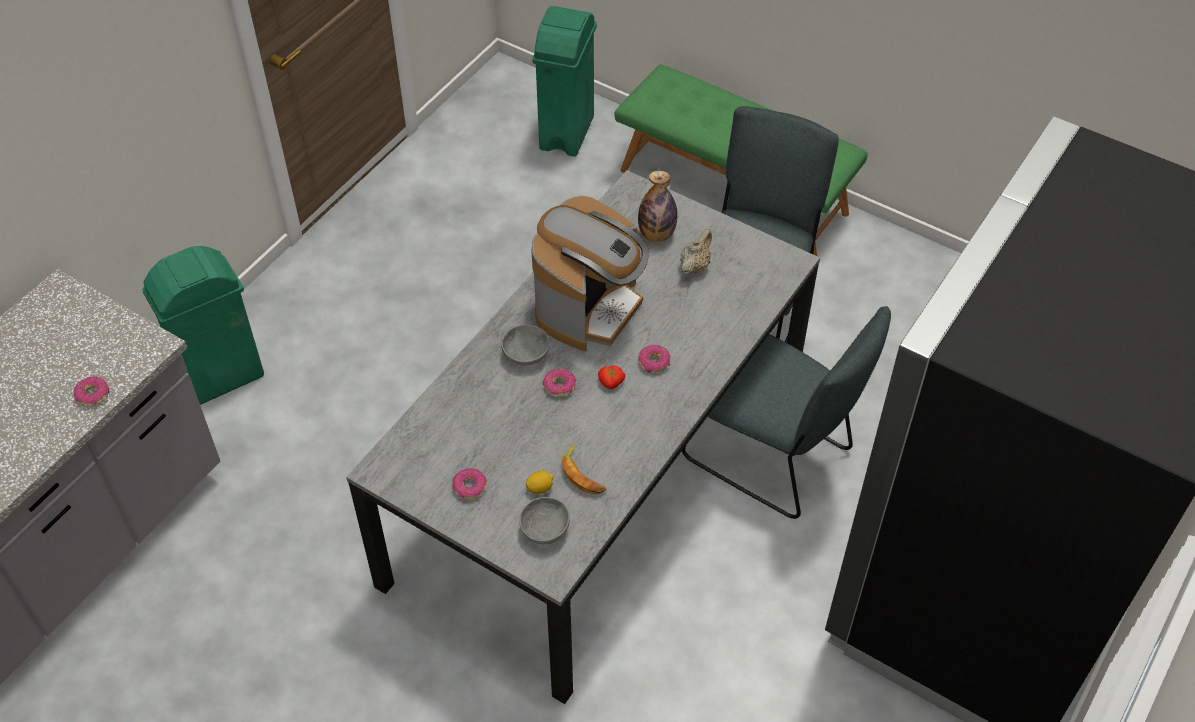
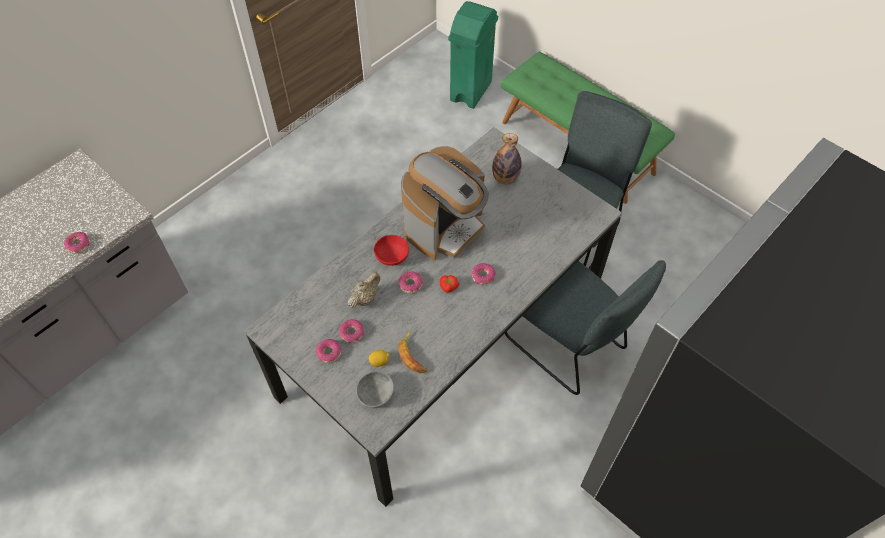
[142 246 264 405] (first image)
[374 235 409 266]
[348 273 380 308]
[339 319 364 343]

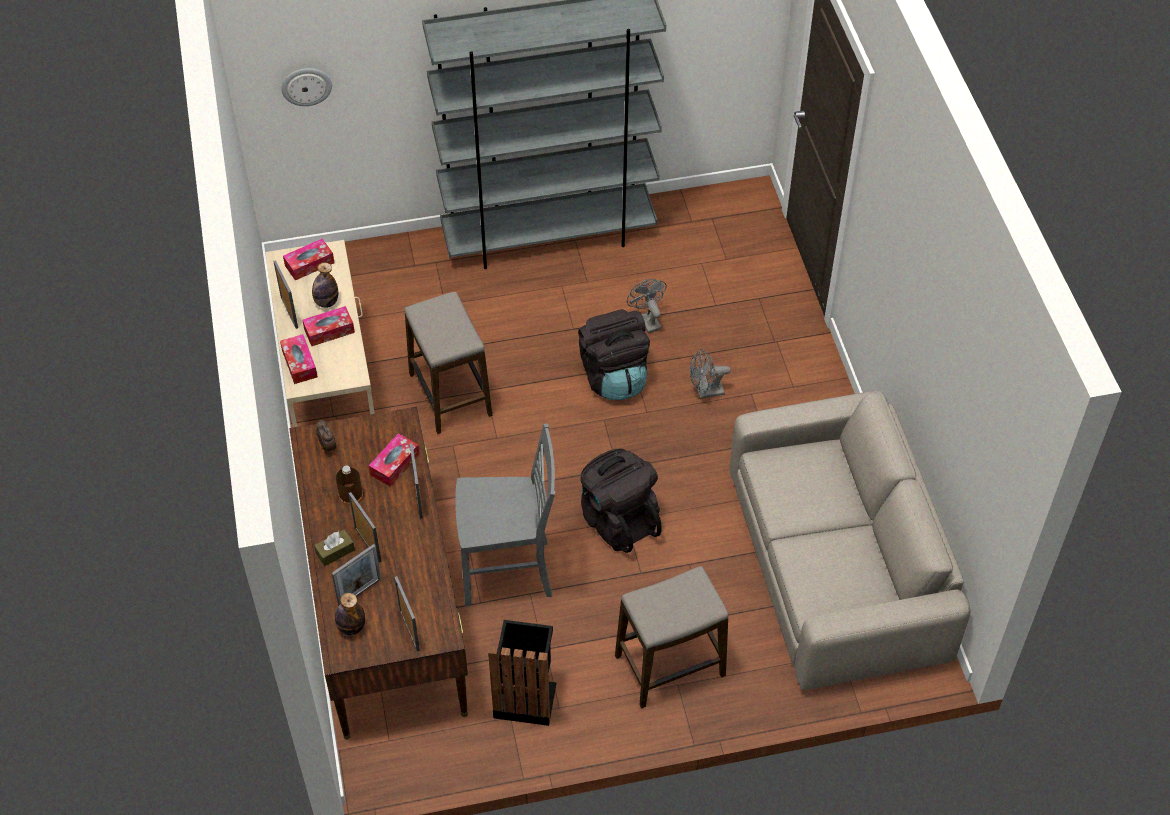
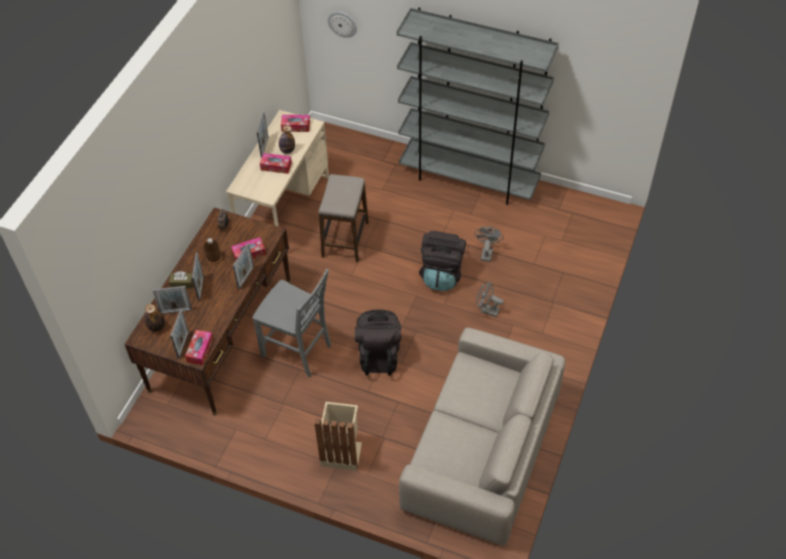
[185 330 213 365]
[488 620 557 726] (first image)
[314 402 362 471]

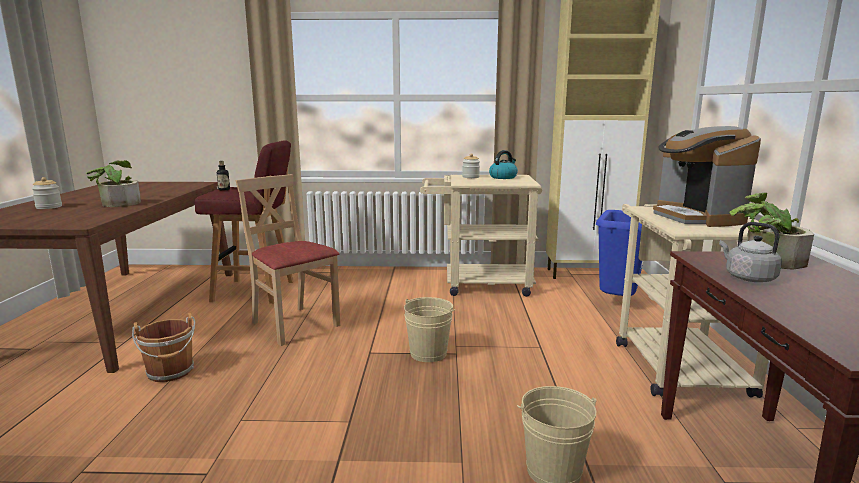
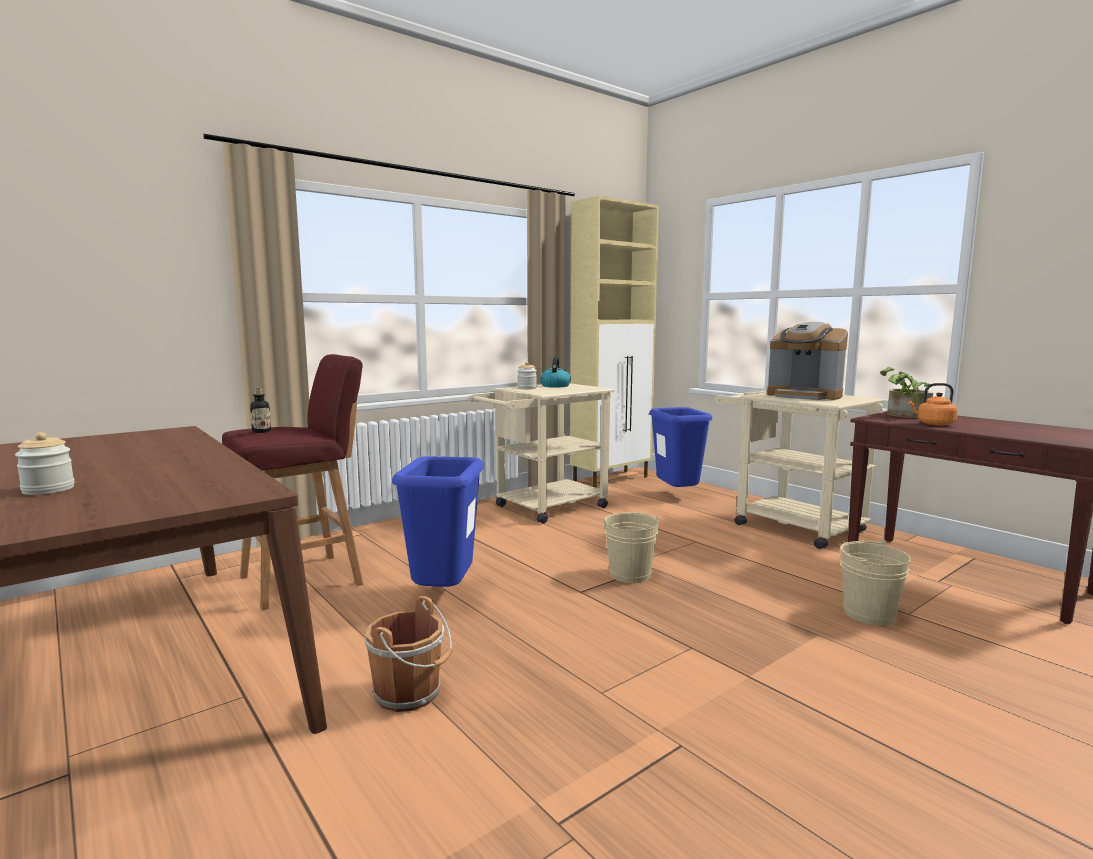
[86 160 141 207] (first image)
[392 456 484 587]
[908 383 958 426]

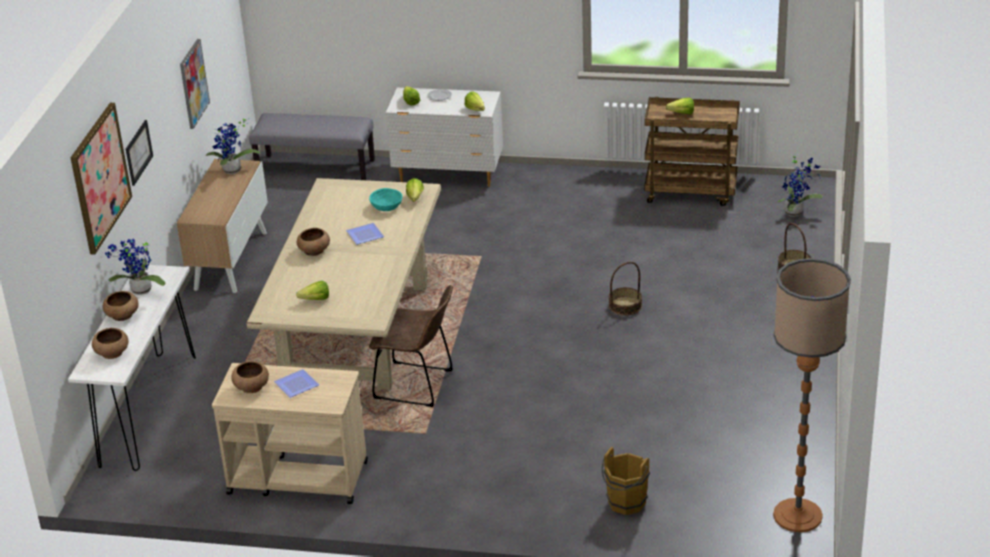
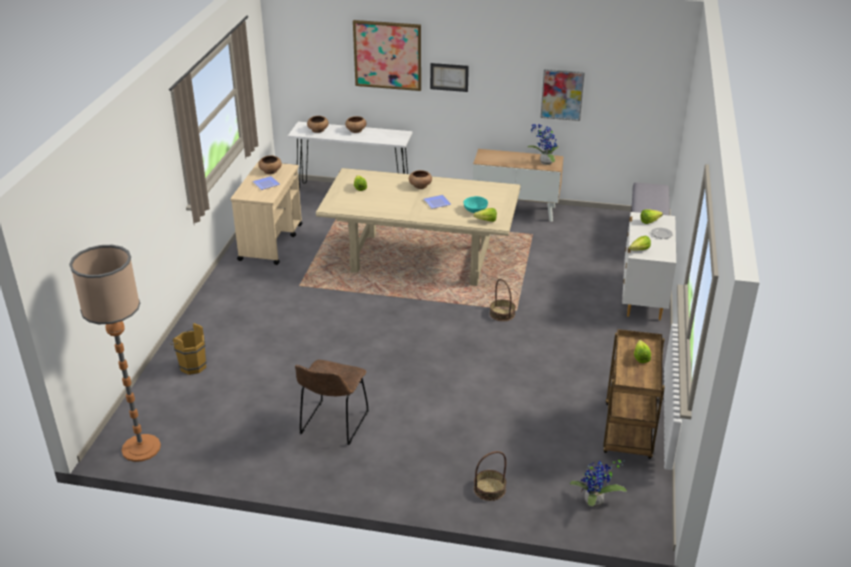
[105 239 165 295] (first image)
[295 360 369 445]
[490 279 516 321]

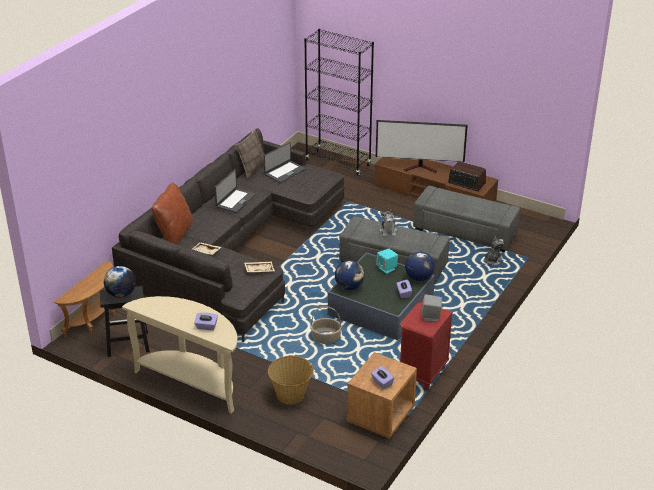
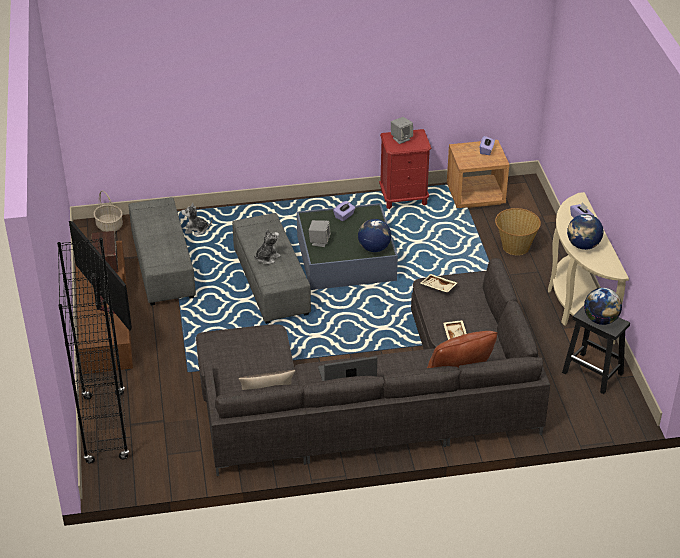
[54 261 115 338] (first image)
[264 142 306 183] (first image)
[93 191 123 232]
[309 220 331 247]
[567 214 603 250]

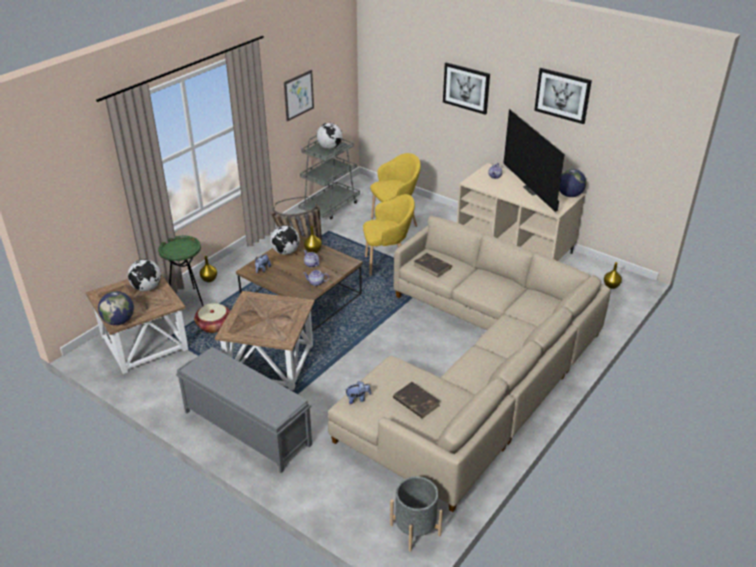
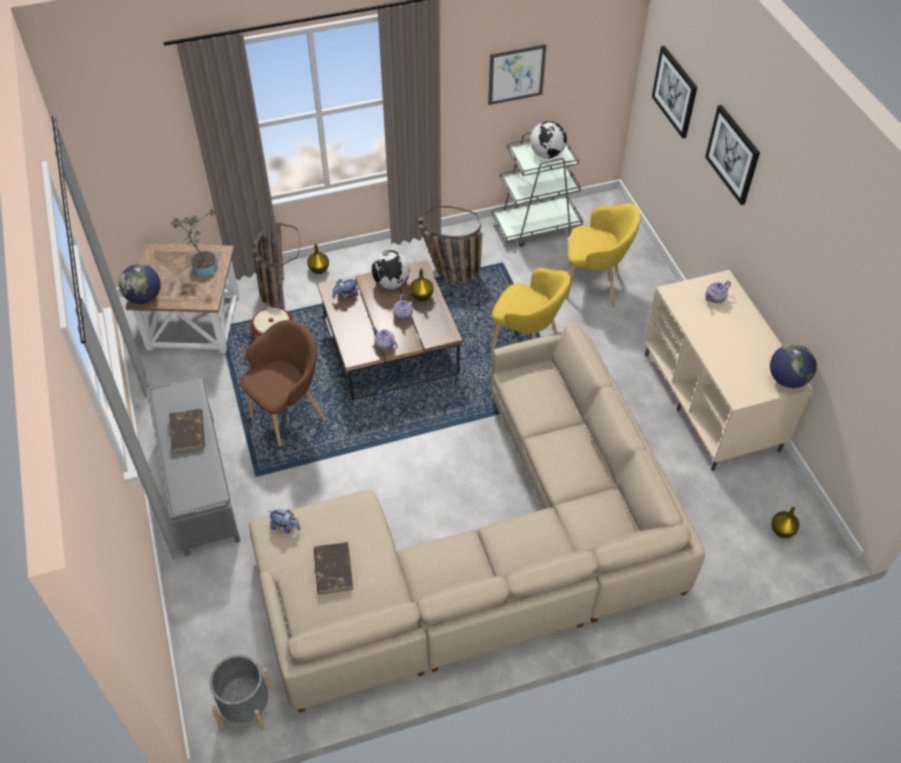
[171 208 218 277]
[253 223 300 309]
[240 320 326 447]
[169 409 205 454]
[503 109 565 212] (first image)
[652 46 697 139]

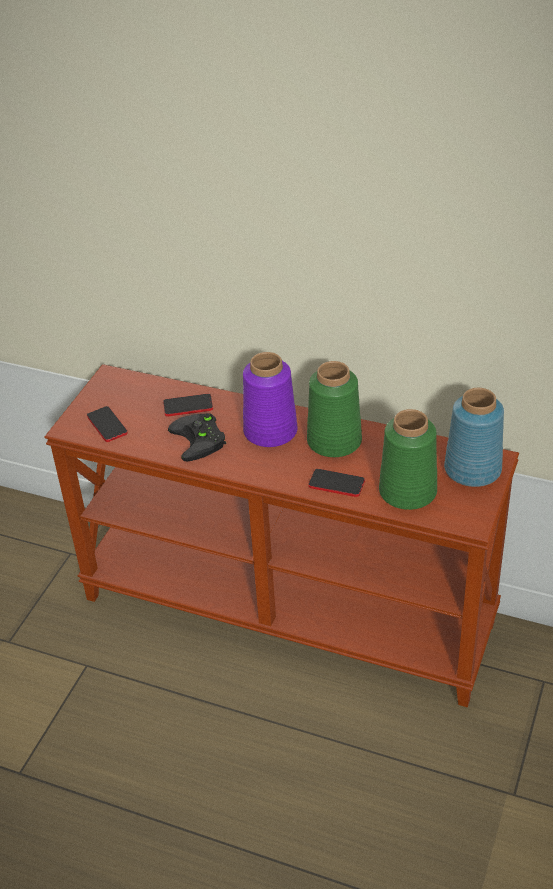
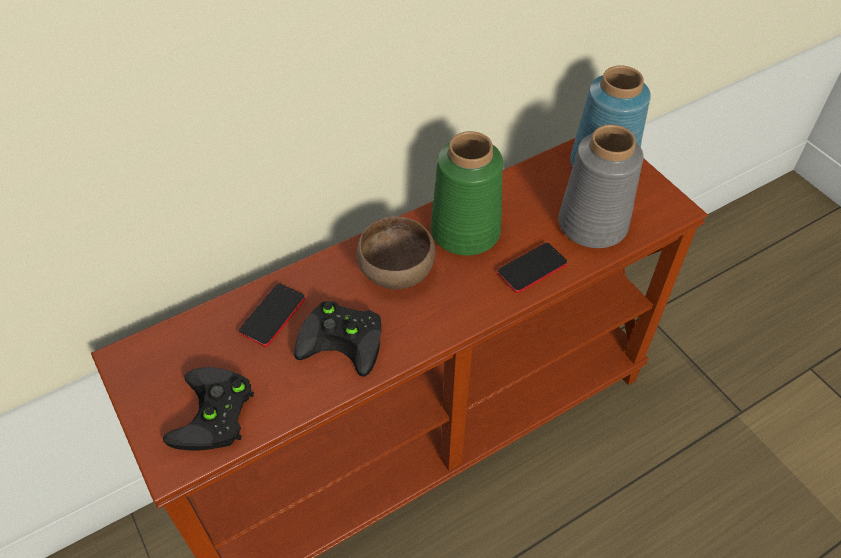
[163 367 254 451]
[357 216 435 289]
[559 124 643 248]

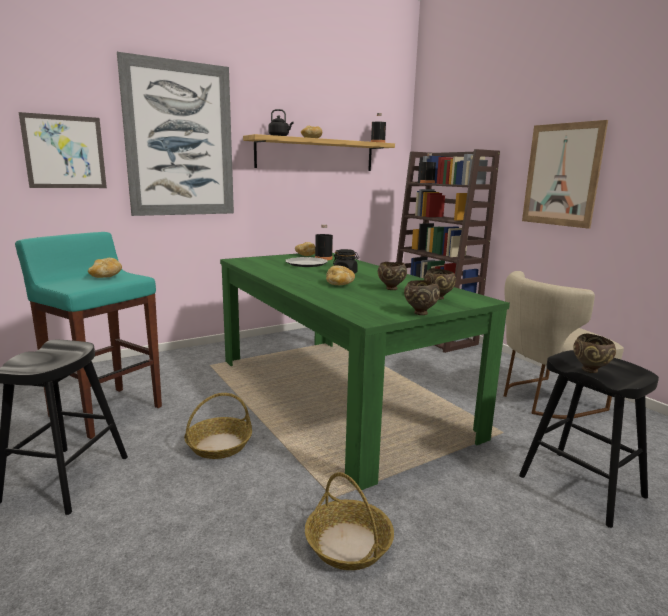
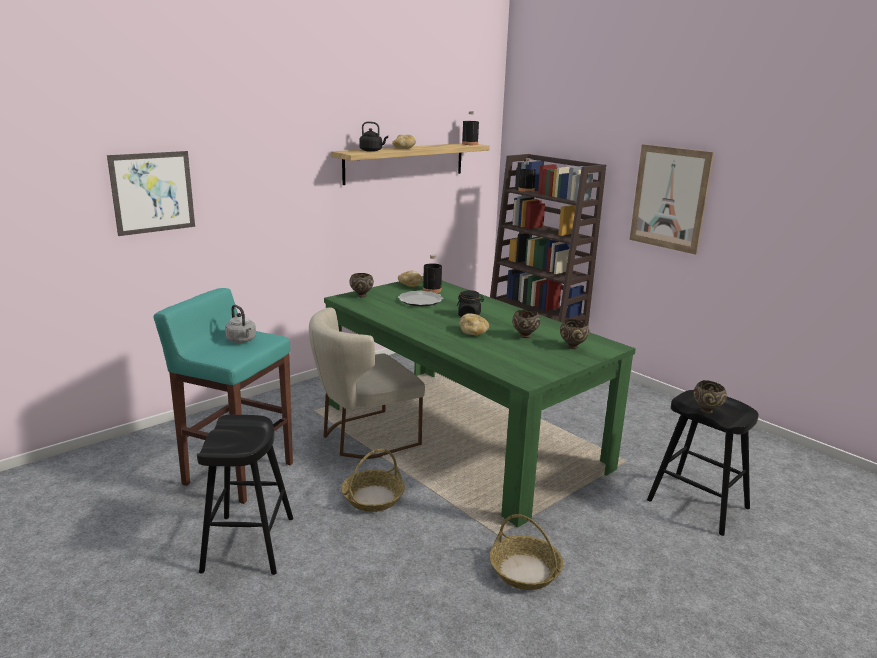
[225 305 256 343]
[117 52 234 216] (first image)
[349 273 374 297]
[309 307 425 459]

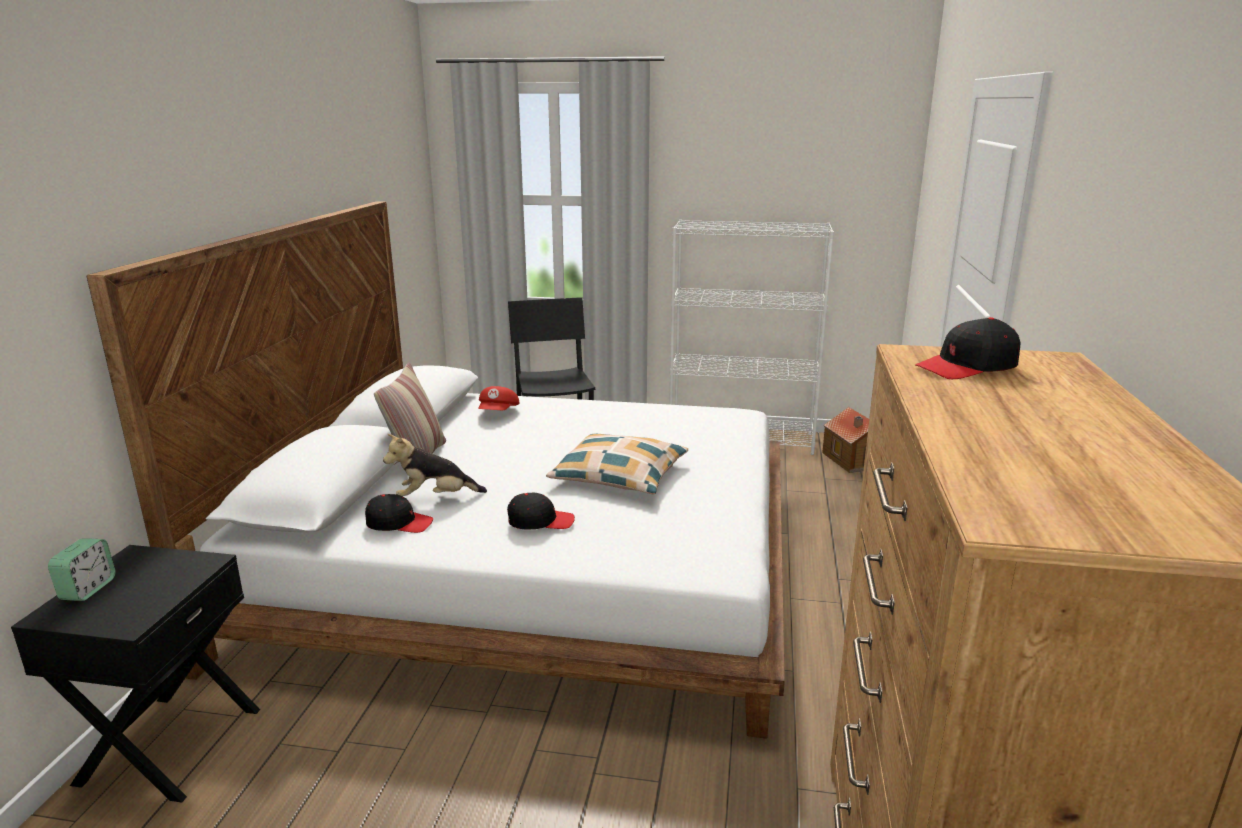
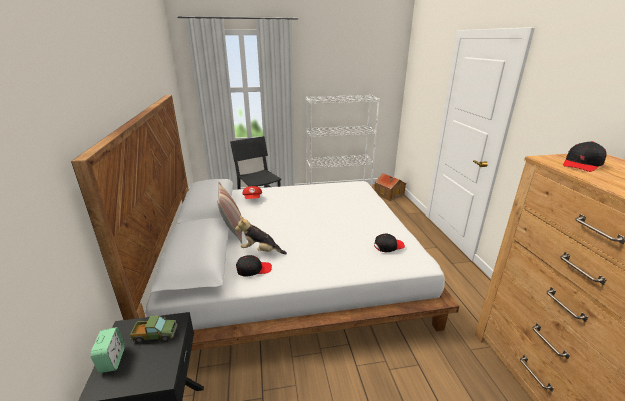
[235 216 287 254]
[374 234 405 252]
[546 434 688 495] (first image)
[130 316 178 343]

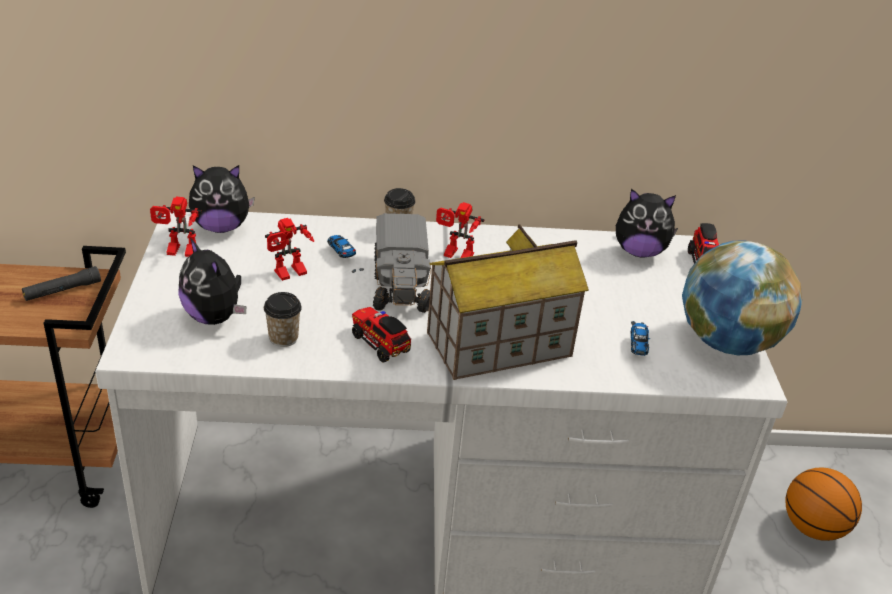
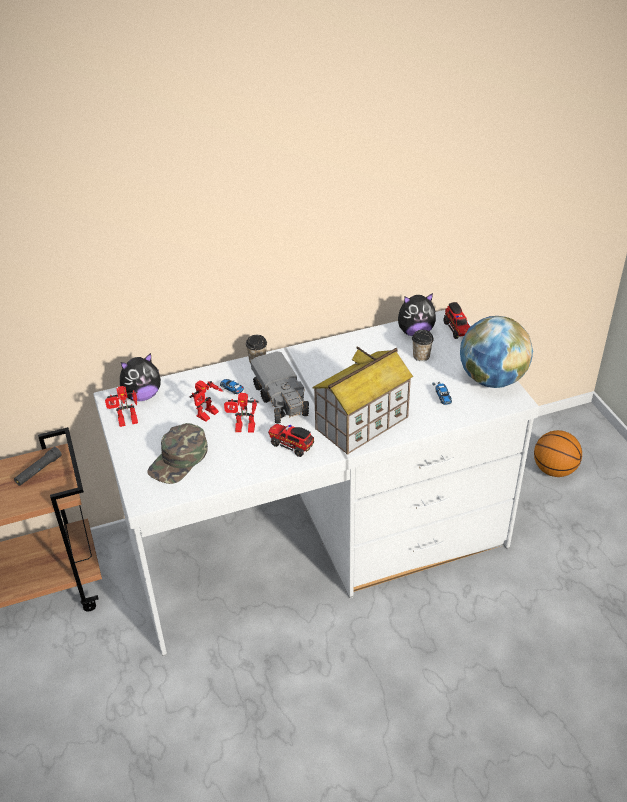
[148 423 208 484]
[412 330 434 362]
[224 393 259 433]

